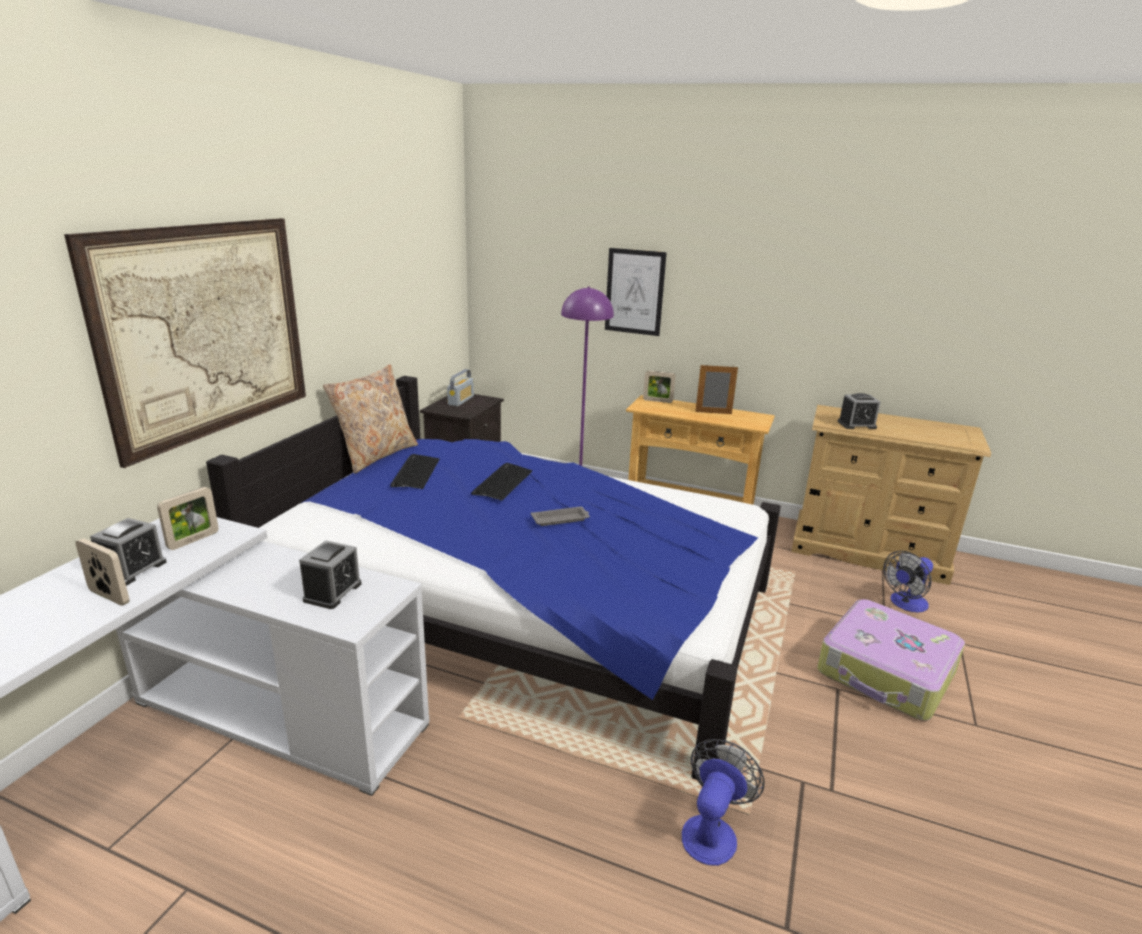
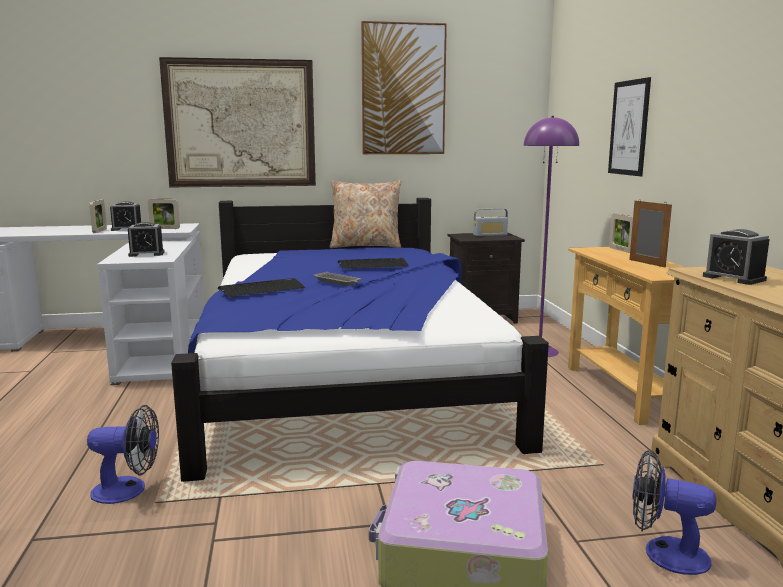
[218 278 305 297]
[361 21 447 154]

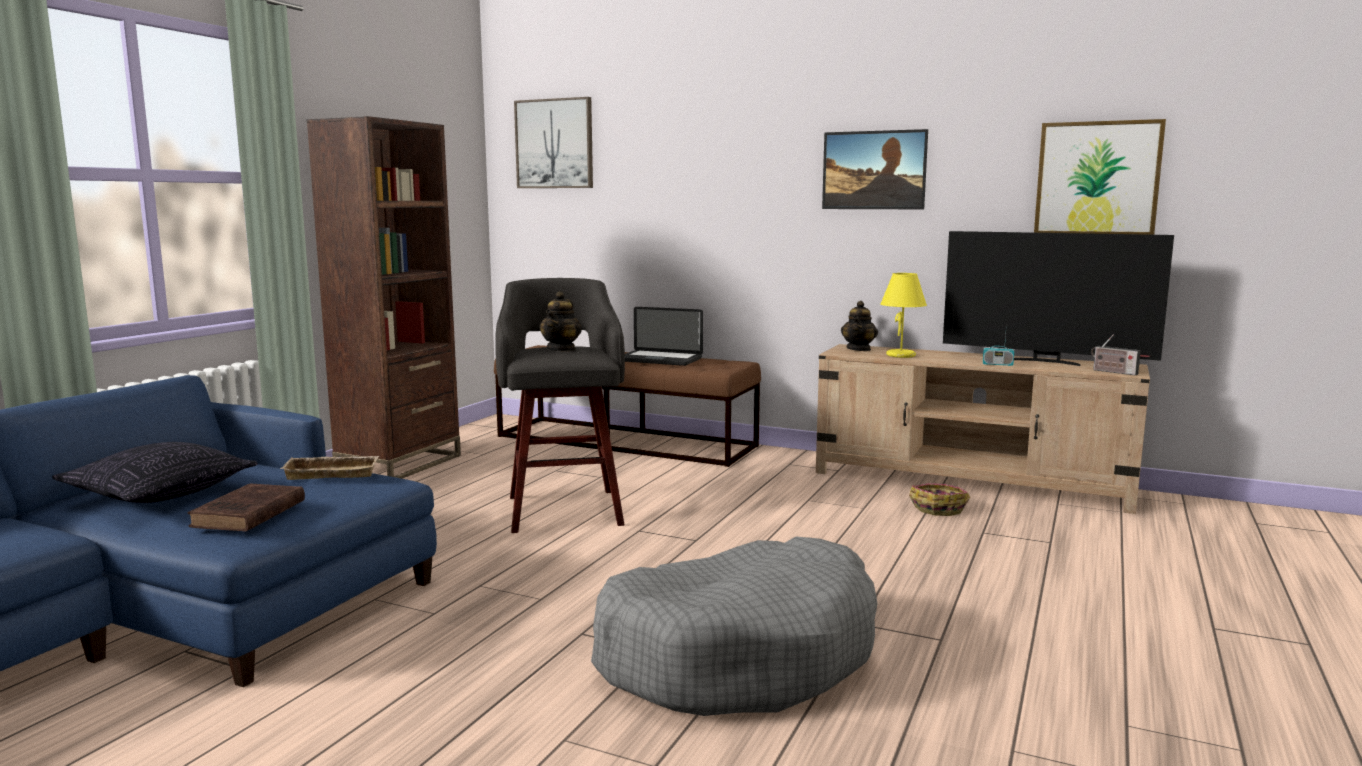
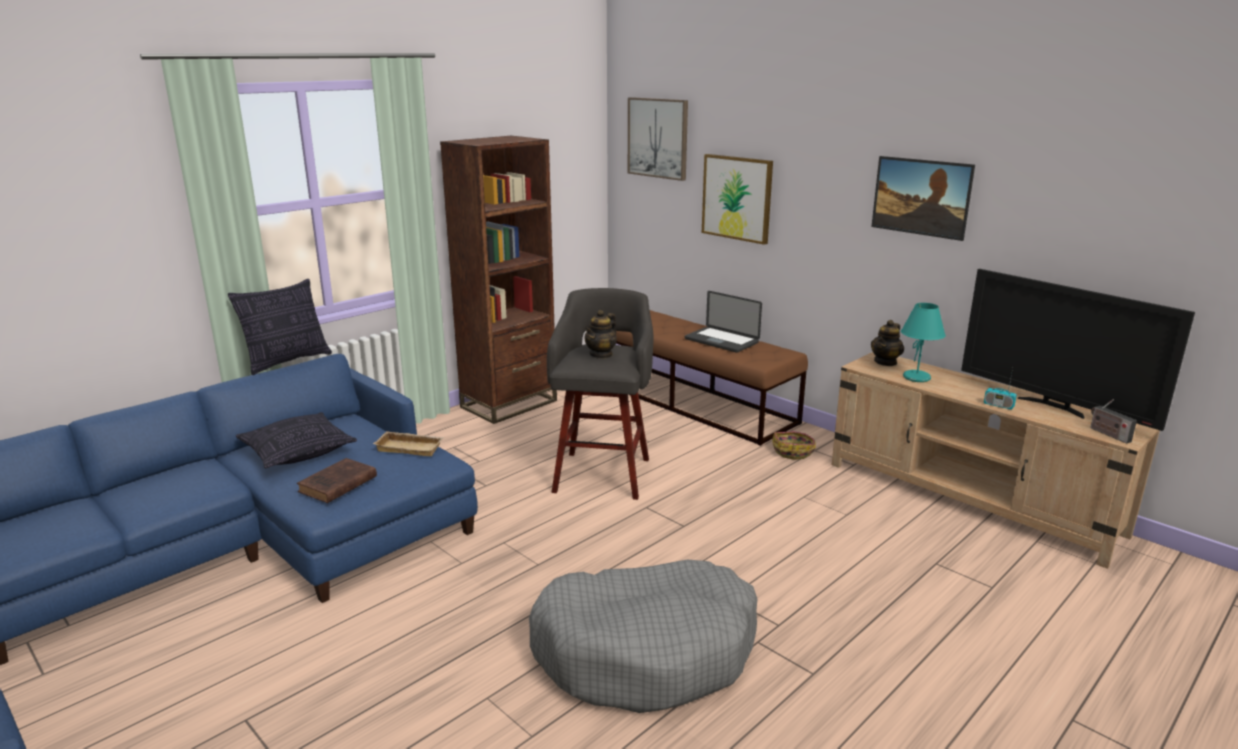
[901 303 946 382]
[772 431 816 460]
[702 154 773 245]
[228 279 332 375]

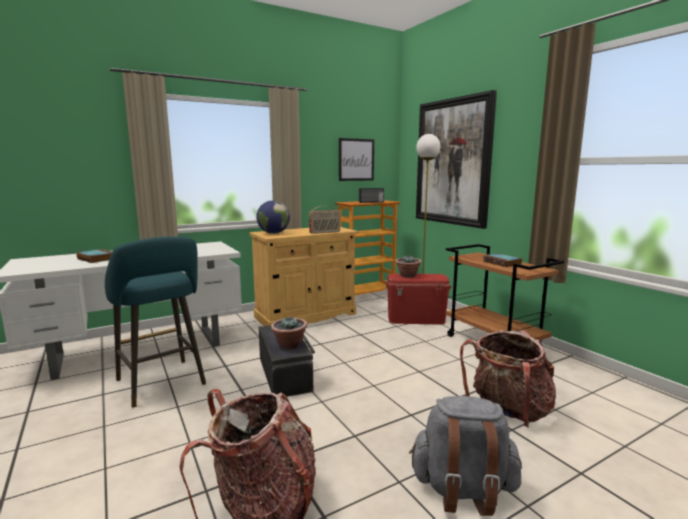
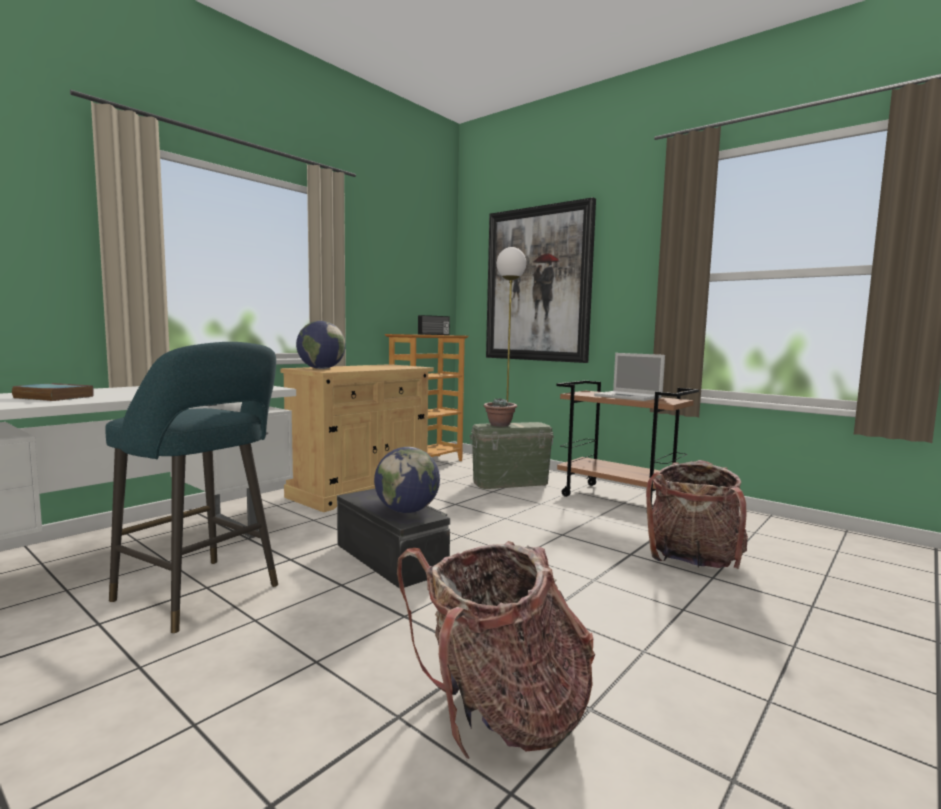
[374 447 440 513]
[309 205 340 234] (first image)
[339 138 374 181] (first image)
[470 422 554 489]
[409 396 522 516] (first image)
[594 353 665 401]

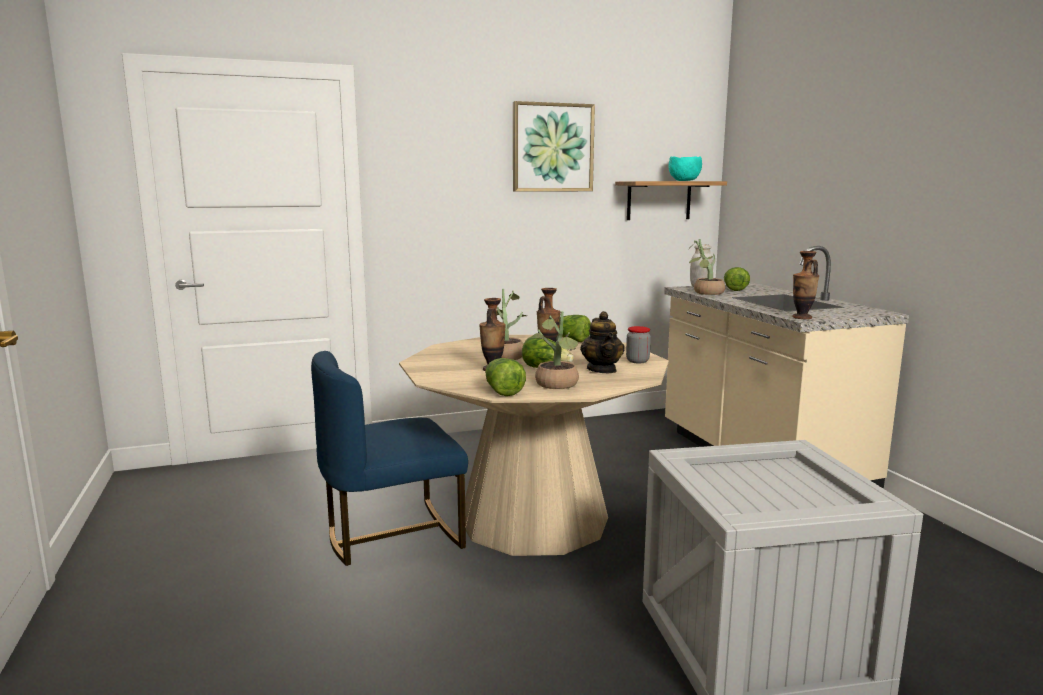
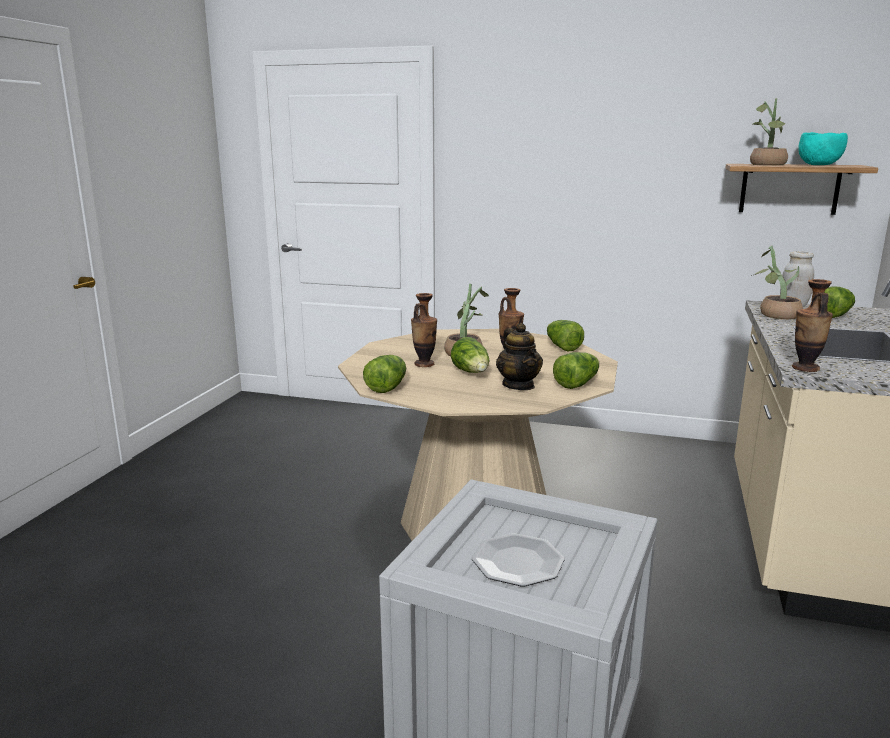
[311 351 468 566] (first image)
[513 101 595 192] (first image)
[750 98 788 166]
[496 323 543 390]
[553 352 599 389]
[472 533 565 586]

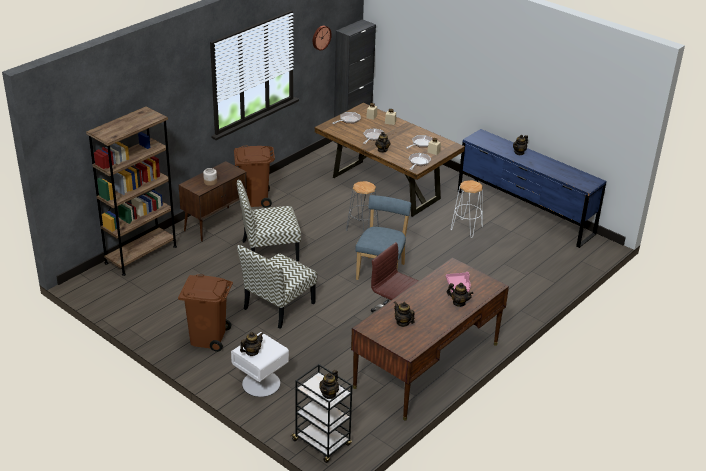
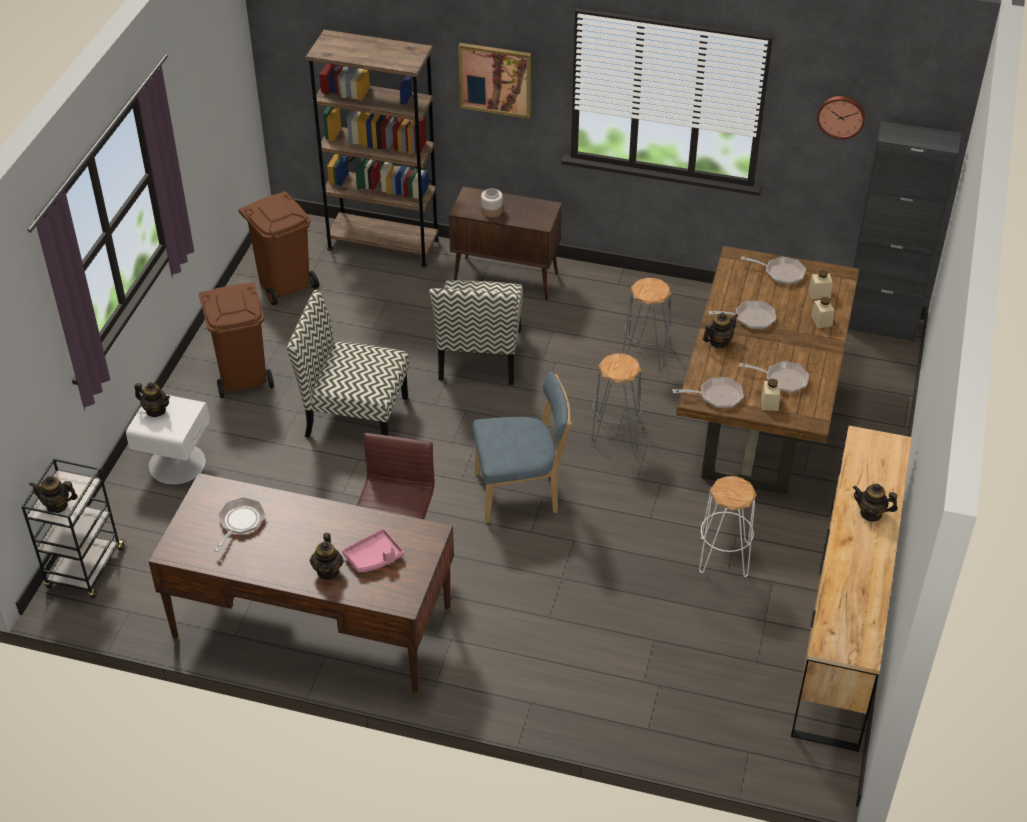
[239 191 319 306]
[429 280 523 385]
[214 497 265 552]
[791 426 912 752]
[458 43 531 119]
[623 278 671 372]

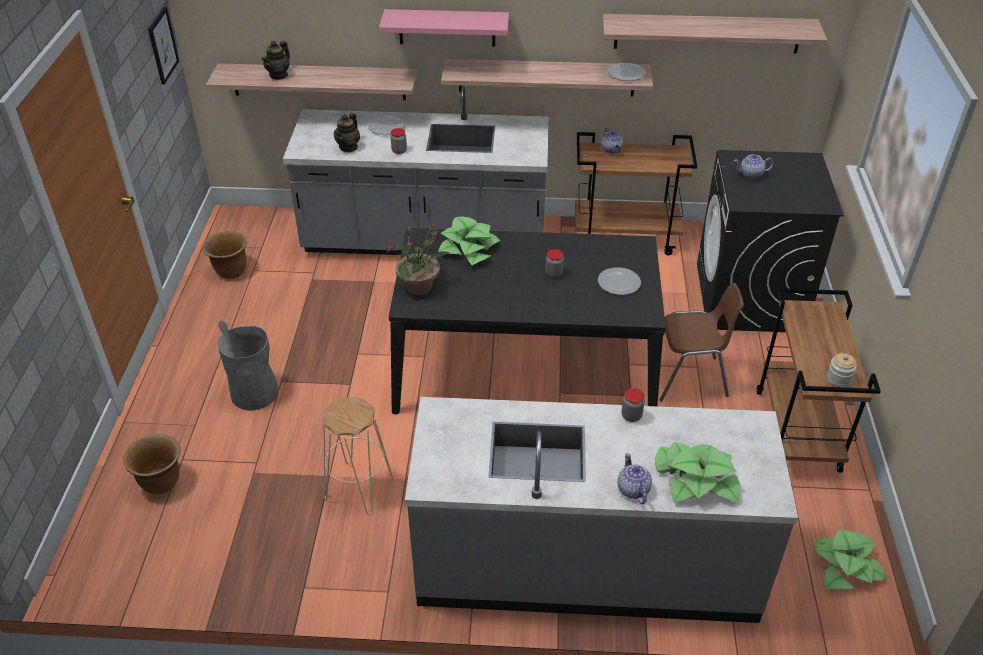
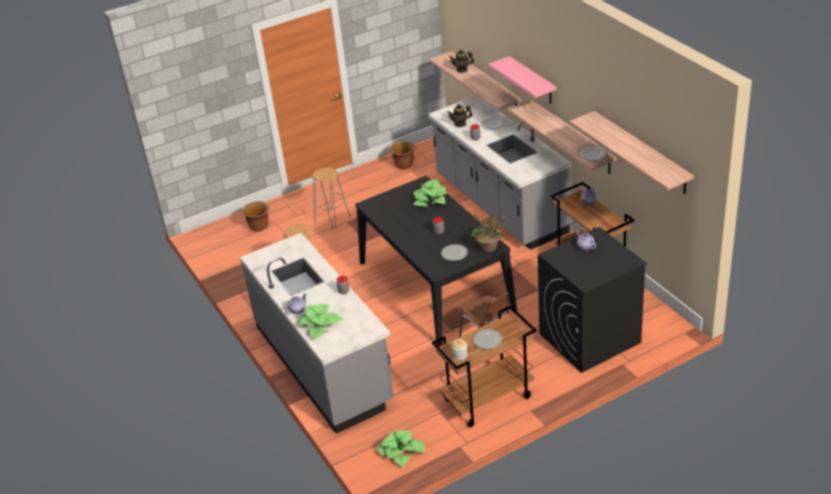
[148 7 179 85] (first image)
[312 167 350 230]
[471 211 505 252]
[473 329 502 349]

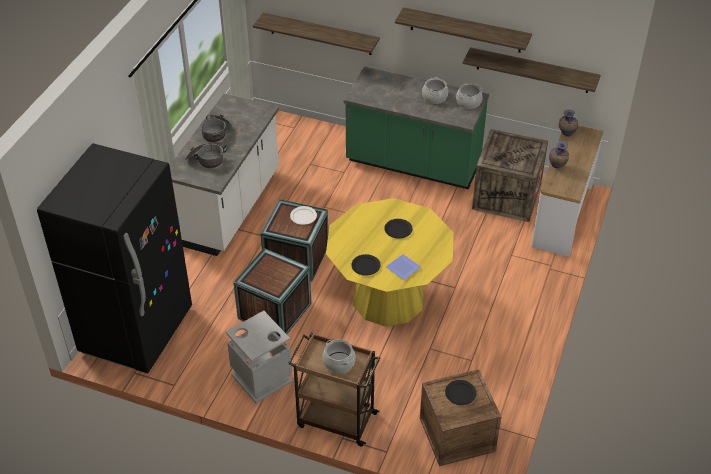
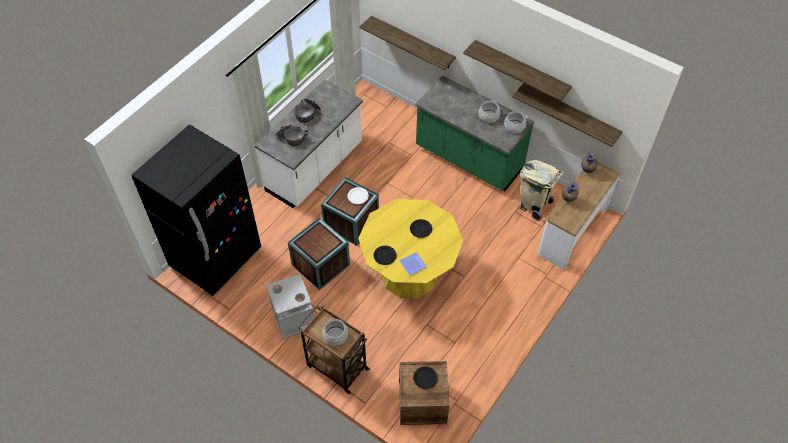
[520 160 565 221]

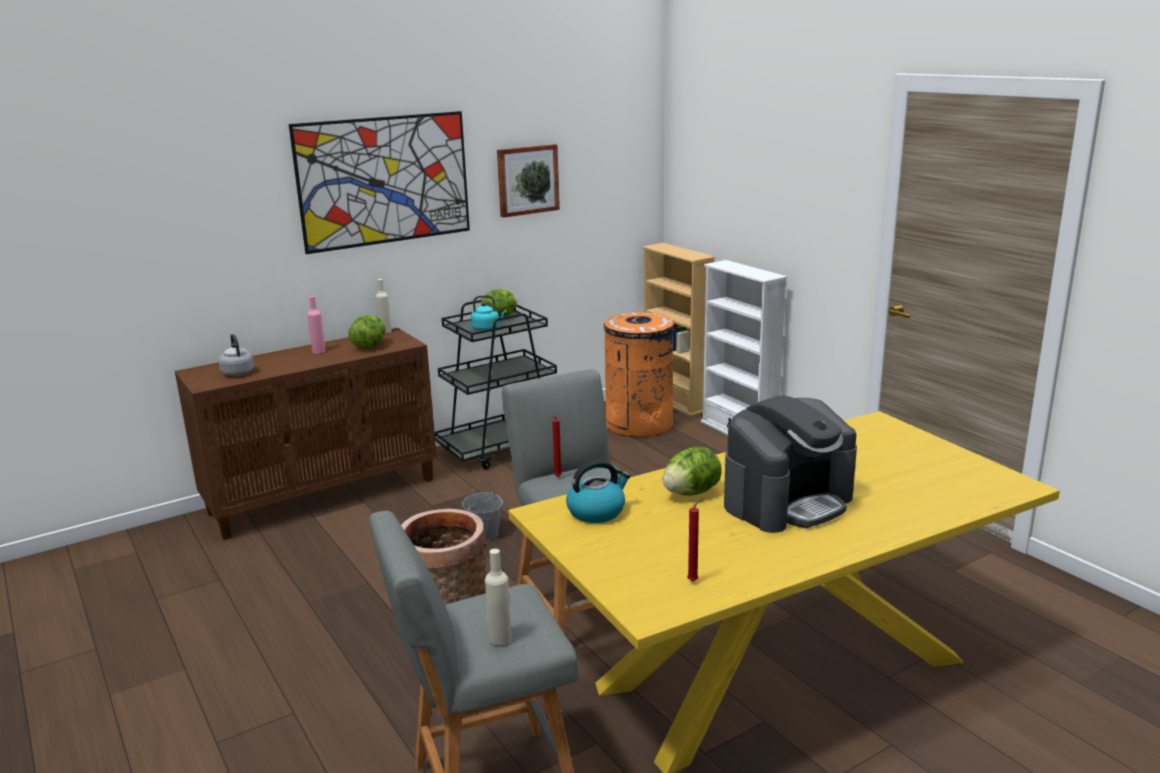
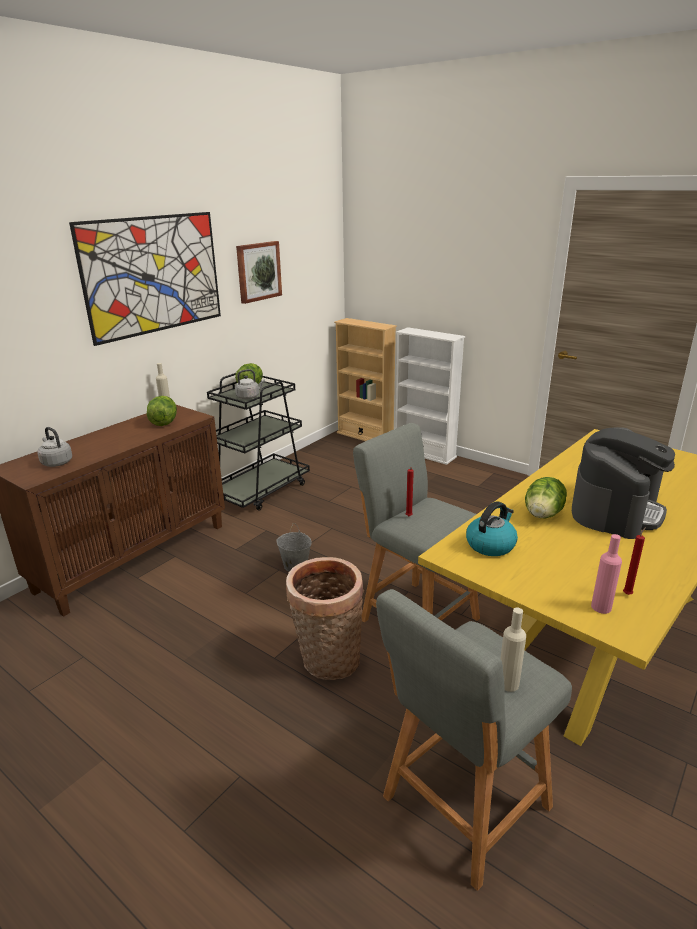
[591 534 622 614]
[235 369 265 399]
[603 312 674 437] (first image)

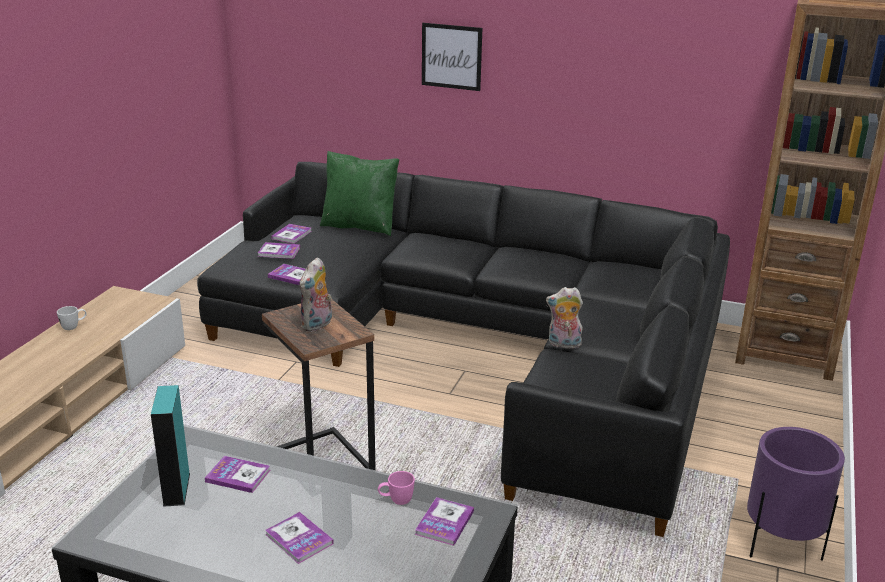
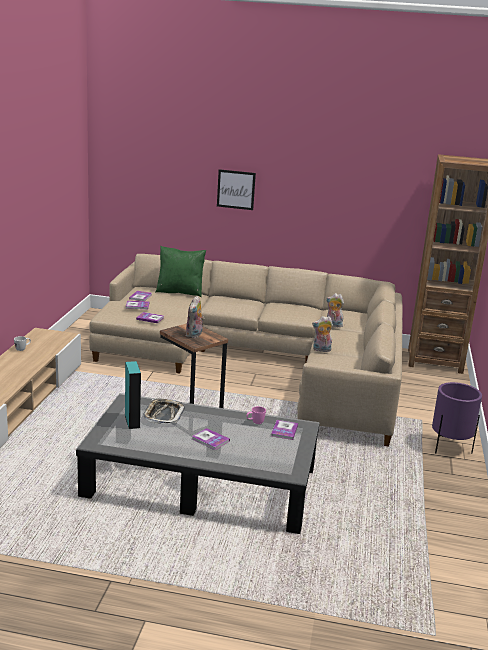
[89 254 403 447]
[143 398 185 424]
[326 293 344 327]

